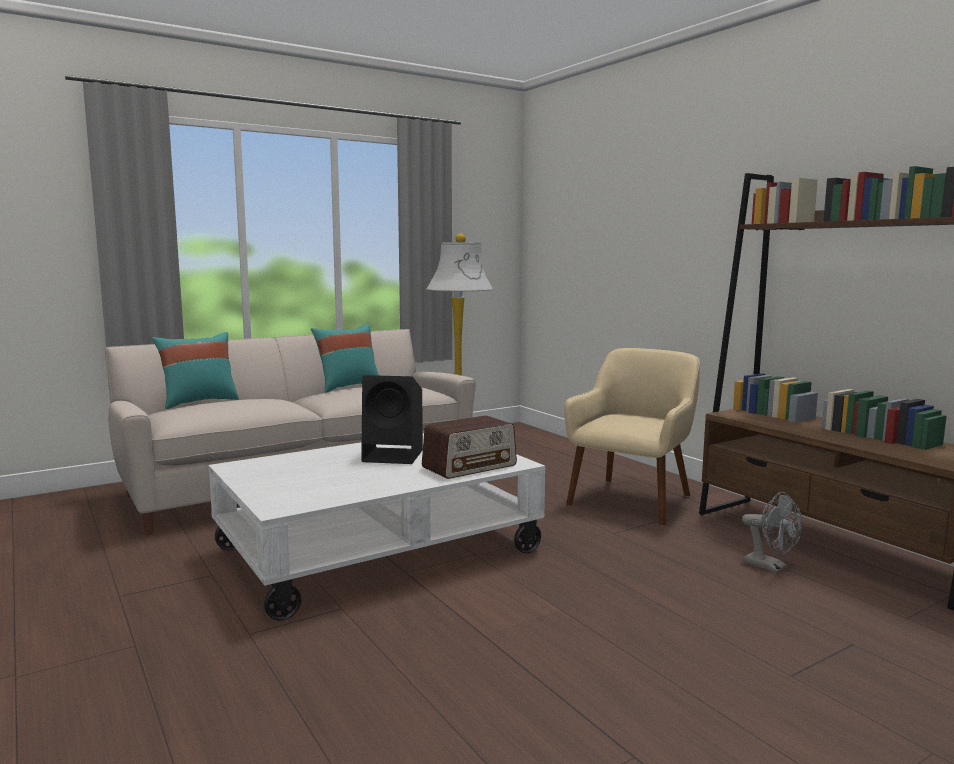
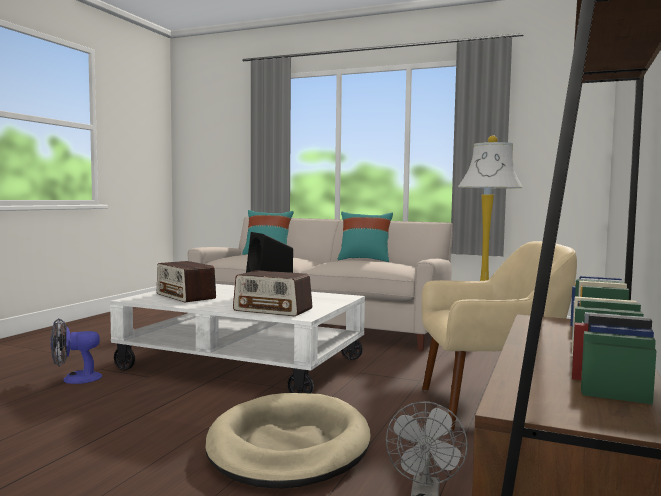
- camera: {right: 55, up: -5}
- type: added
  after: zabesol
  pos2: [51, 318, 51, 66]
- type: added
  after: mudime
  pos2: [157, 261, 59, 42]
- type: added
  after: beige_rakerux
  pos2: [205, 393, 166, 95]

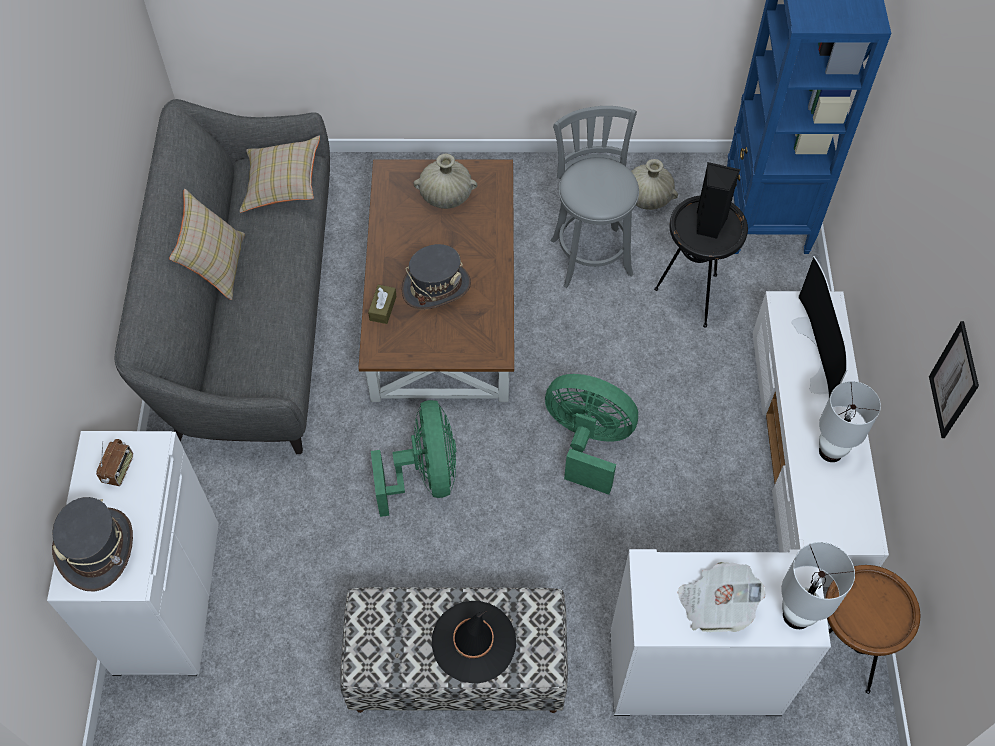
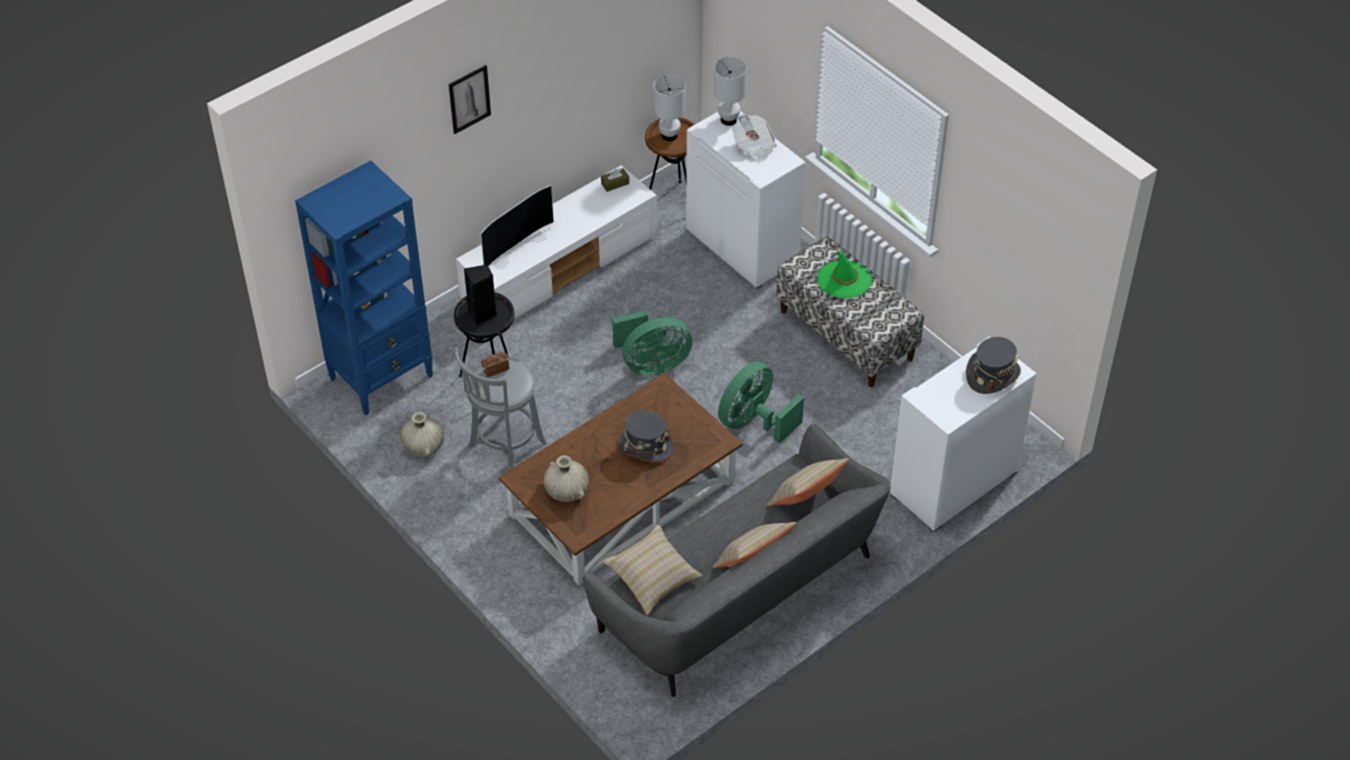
- camera: {right: -130, up: -10}
- type: added
  after: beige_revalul
  pos2: [767, 458, 82, 48]
- type: moved
  before: mudime
  pos1: [96, 439, 37, 47]
  pos2: [481, 352, 29, 25]
- type: moved
  before: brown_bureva
  pos1: [368, 285, 29, 39]
  pos2: [601, 168, 28, 24]
- type: moved
  before: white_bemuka
  pos1: [819, 381, 62, 81]
  pos2: [653, 75, 32, 66]
- type: moved
  before: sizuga
  pos1: [929, 321, 50, 117]
  pos2: [449, 65, 42, 69]
- type: recoloured
  before: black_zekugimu
  after: green_zekugimu
  pos1: [431, 601, 85, 83]
  pos2: [817, 250, 55, 48]
- type: turned
  before: green_zabesol
  pos1: [545, 374, 93, 121]
  pos2: [612, 310, 80, 65]
  turn: -90

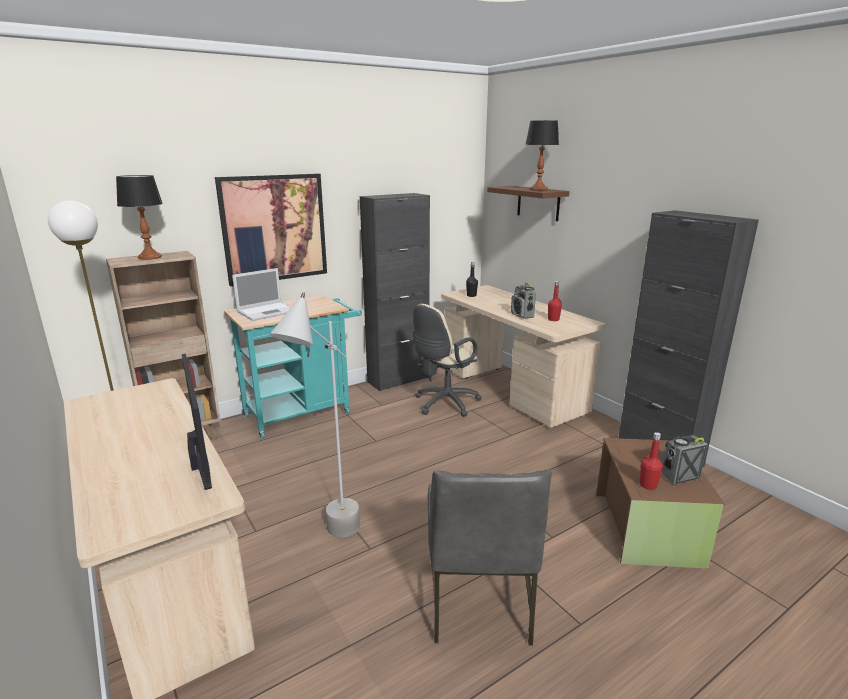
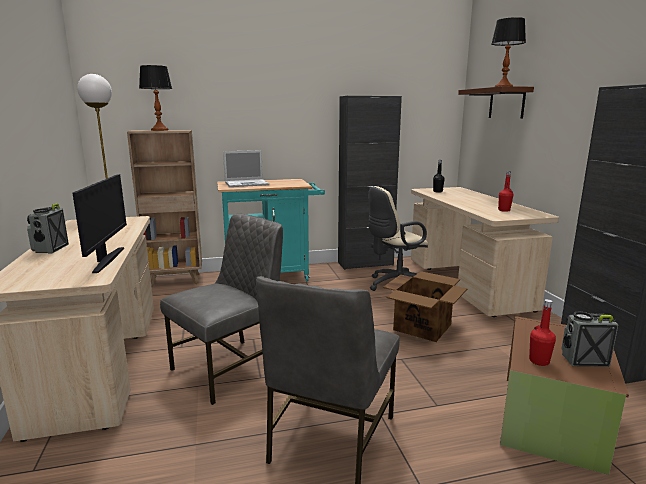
- camera: {right: 20, up: -5}
- type: removed
  before: sizuga
  pos1: [215, 173, 112, 113]
- type: added
  after: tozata
  pos2: [383, 271, 84, 71]
- type: moved
  before: mudime
  pos1: [511, 283, 25, 36]
  pos2: [27, 203, 42, 50]
- type: replaced
  before: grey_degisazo
  after: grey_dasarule
  pos1: [270, 292, 90, 246]
  pos2: [160, 213, 123, 192]

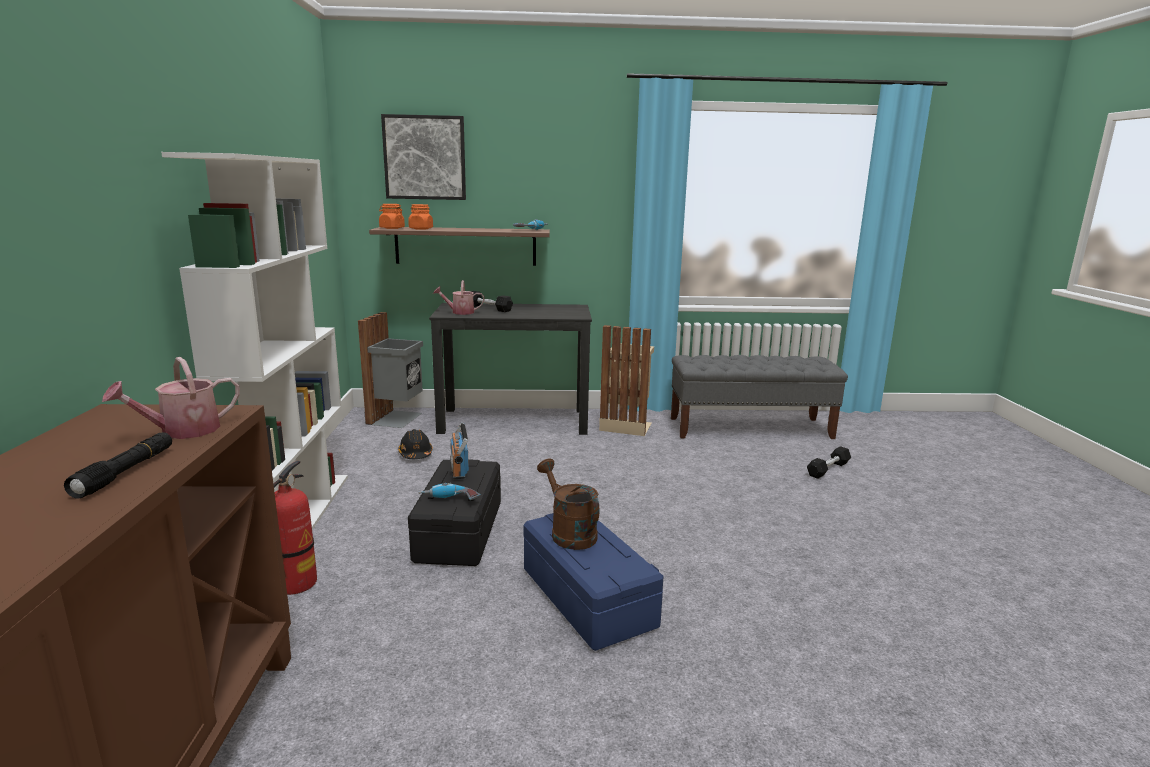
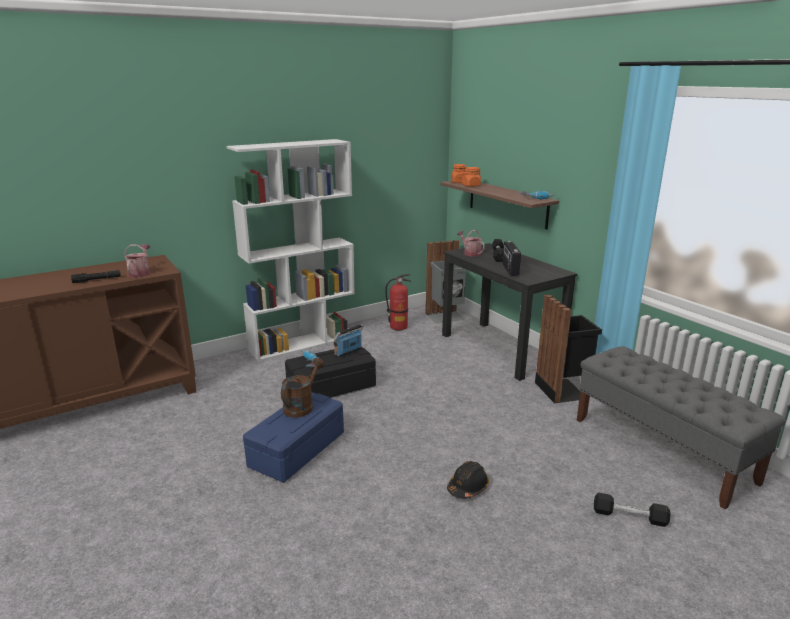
- camera: {right: 60, up: 5}
- type: removed
  before: sizuga
  pos1: [381, 114, 85, 86]
- type: added
  after: mudime
  pos2: [503, 241, 18, 35]
- type: moved
  before: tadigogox
  pos1: [273, 461, 44, 134]
  pos2: [385, 274, 26, 56]
- type: moved
  before: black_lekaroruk
  pos1: [398, 429, 35, 30]
  pos2: [447, 461, 42, 38]
- type: recoloured
  before: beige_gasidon
  after: black_gasidon
  pos1: [599, 325, 55, 111]
  pos2: [535, 295, 67, 109]
- type: turned
  before: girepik
  pos1: [102, 357, 138, 82]
  pos2: [124, 244, 26, 34]
  turn: 75

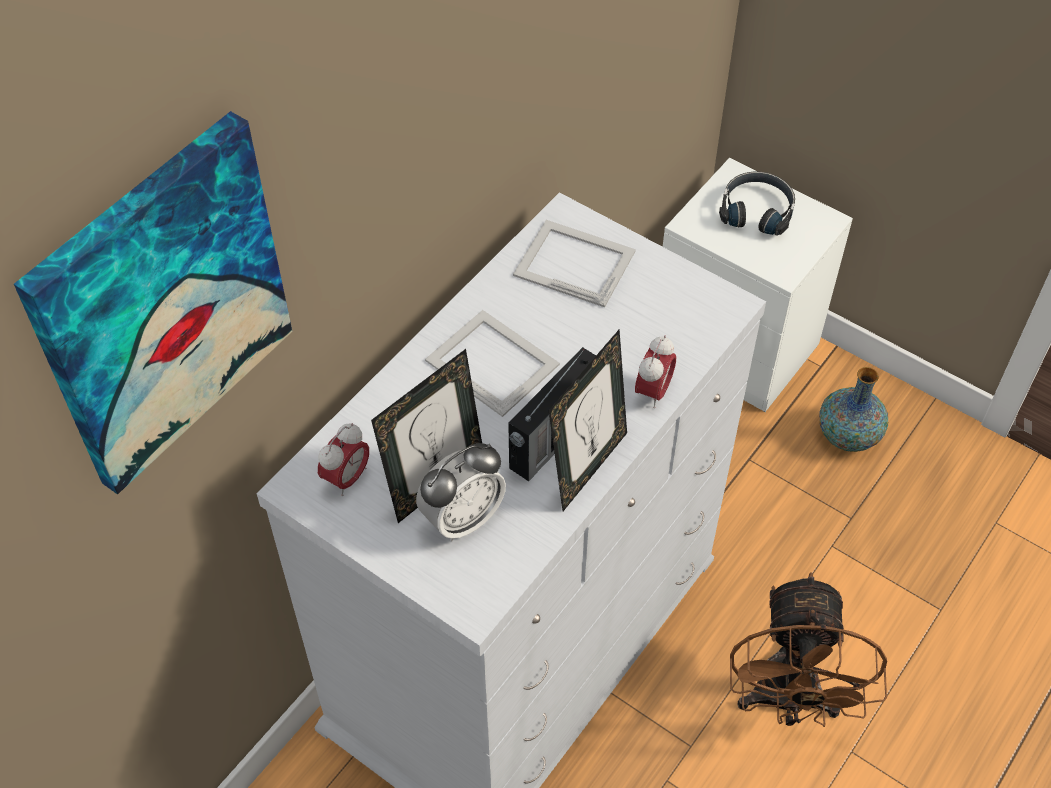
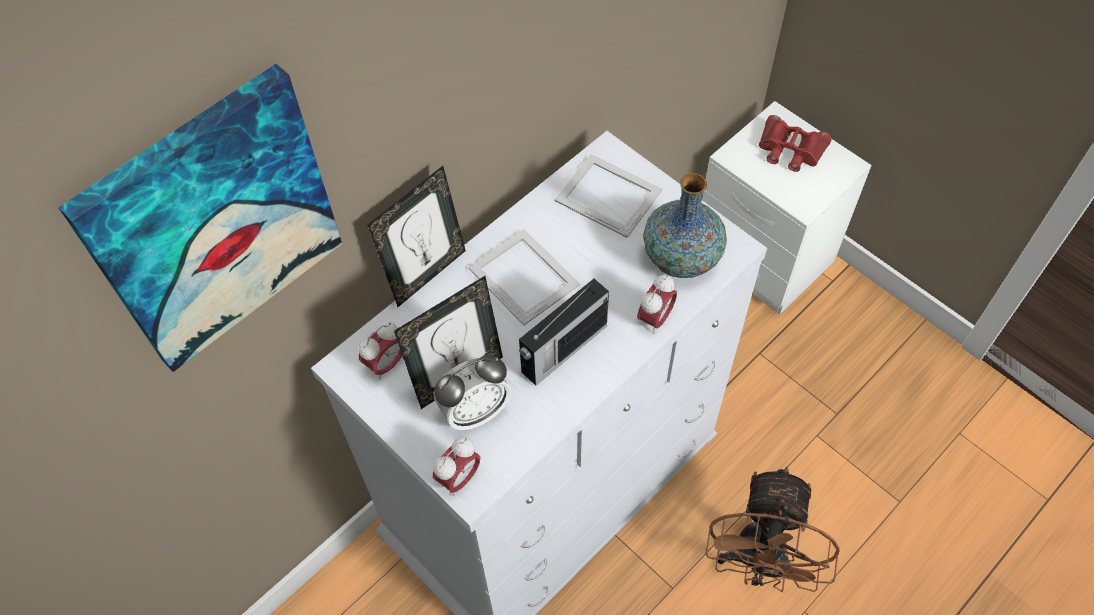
- camera: {right: 10, up: 5}
- type: added
  after: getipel
  pos2: [433, 437, 47, 59]
- type: moved
  before: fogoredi
  pos1: [549, 329, 78, 182]
  pos2: [367, 166, 99, 141]
- type: moved
  before: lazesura
  pos1: [819, 367, 69, 85]
  pos2: [643, 173, 84, 105]
- type: replaced
  before: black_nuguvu
  after: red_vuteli
  pos1: [719, 172, 76, 64]
  pos2: [759, 115, 73, 57]

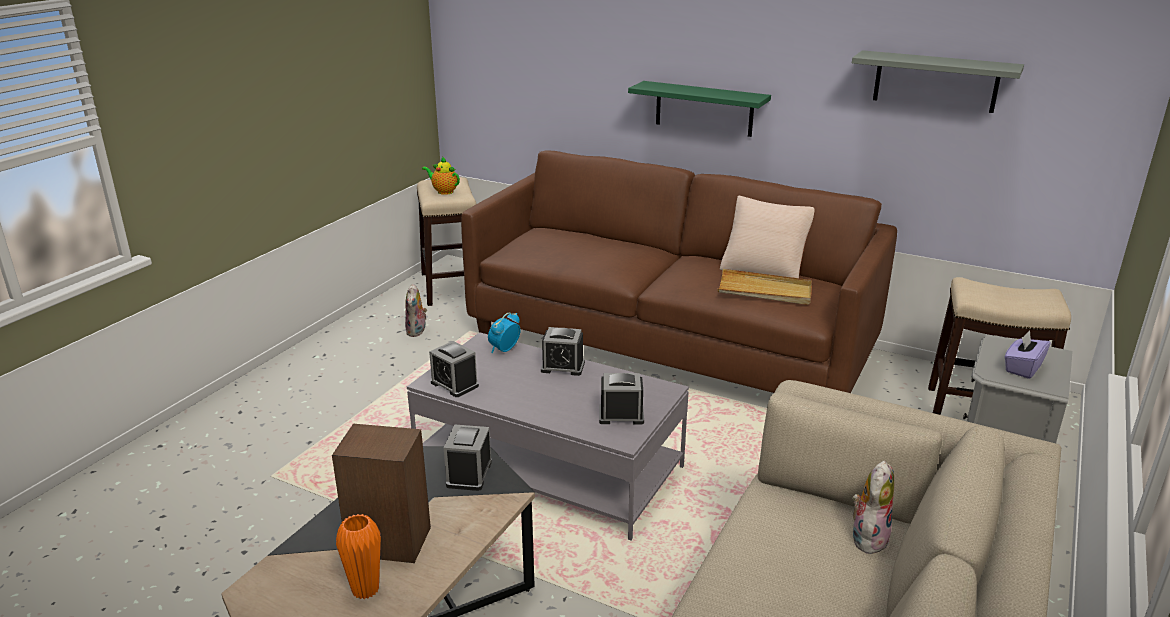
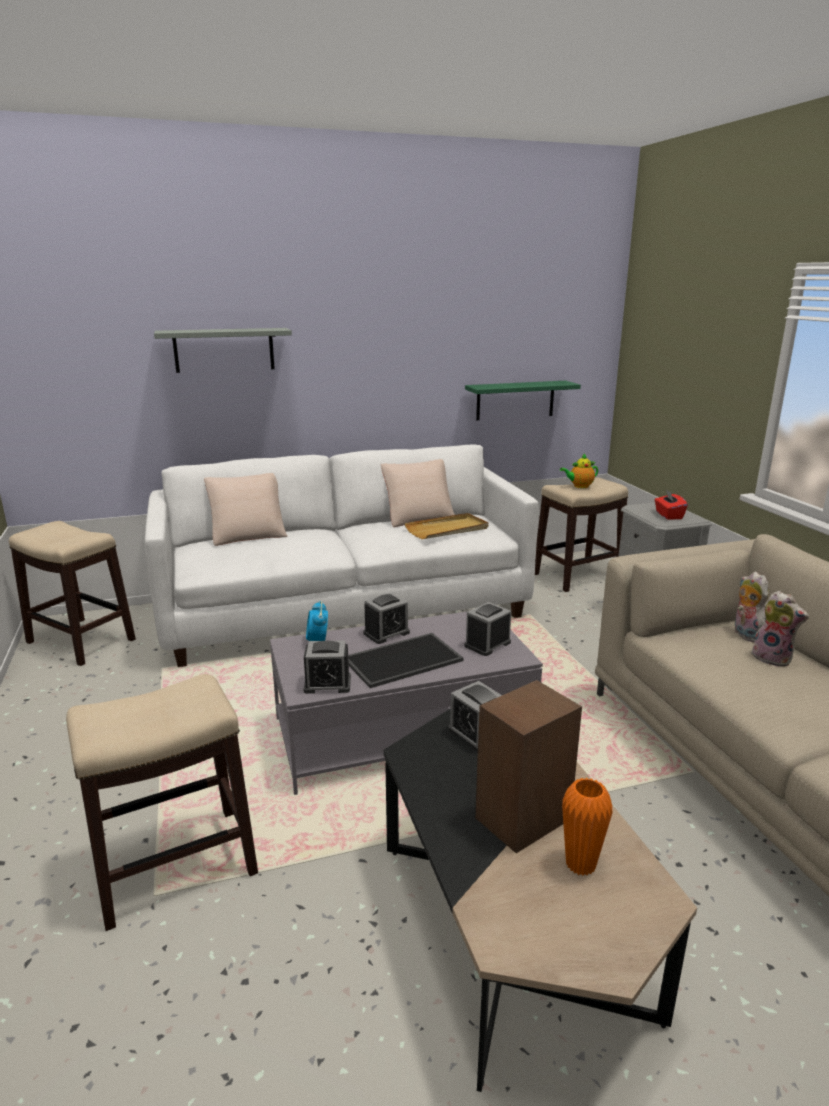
- camera: {right: -45, up: -5}
- type: added
  after: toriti
  pos2: [66, 674, 192, 257]
- type: added
  after: beige_revalul
  pos2: [204, 473, 84, 73]
- type: added
  after: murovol
  pos2: [348, 633, 116, 55]
- type: moved
  before: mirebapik
  pos1: [405, 284, 22, 53]
  pos2: [751, 591, 58, 76]
- type: moved
  before: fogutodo
  pos1: [422, 156, 38, 39]
  pos2: [560, 454, 38, 34]
- type: moved
  before: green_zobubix
  pos1: [628, 81, 143, 56]
  pos2: [465, 381, 116, 39]
- type: moved
  before: grey_zobubix
  pos1: [852, 50, 172, 63]
  pos2: [154, 328, 138, 45]
- type: recoloured
  before: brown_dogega
  after: white_dogega
  pos1: [461, 150, 436, 243]
  pos2: [145, 444, 394, 223]
- type: recoloured
  before: purple_bureva
  after: red_bureva
  pos1: [1005, 330, 45, 49]
  pos2: [654, 489, 34, 31]

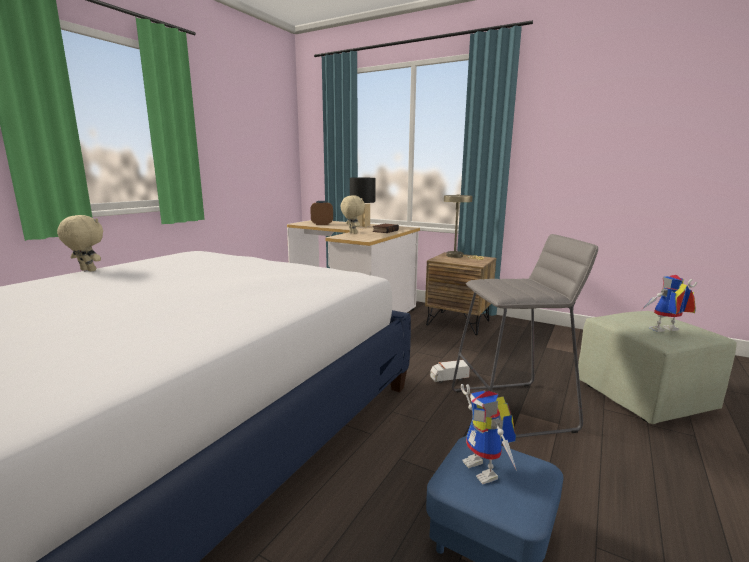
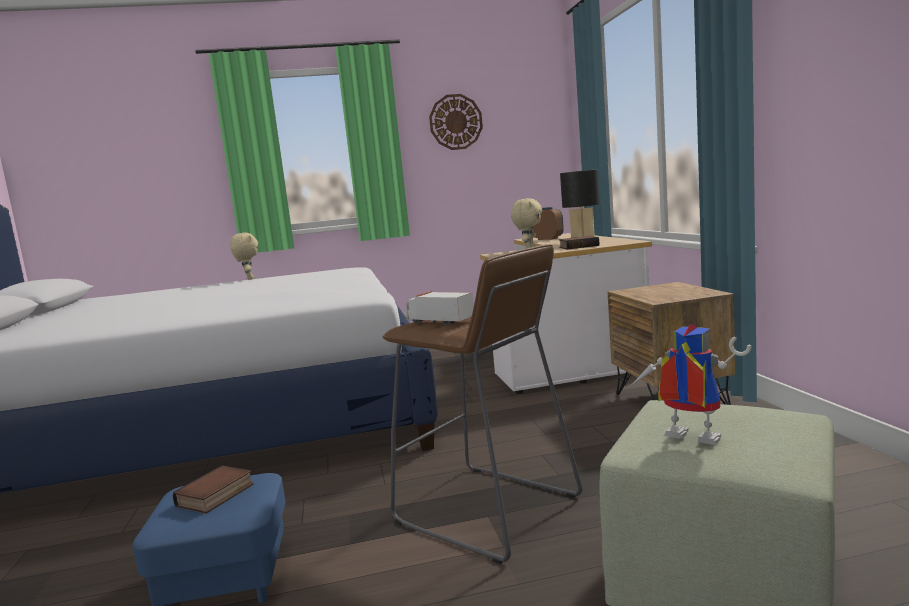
- camera: {right: 50, up: -5}
- type: removed
  before: beige_bemuka
  pos1: [444, 195, 40, 65]
- type: added
  after: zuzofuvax
  pos2: [429, 94, 54, 56]
- type: moved
  before: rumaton
  pos1: [430, 360, 40, 23]
  pos2: [406, 291, 68, 34]
- type: replaced
  before: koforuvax
  after: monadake
  pos1: [461, 384, 56, 101]
  pos2: [173, 466, 81, 48]
- type: recoloured
  before: grey_toriti
  after: brown_toriti
  pos1: [452, 234, 146, 204]
  pos2: [382, 244, 200, 320]

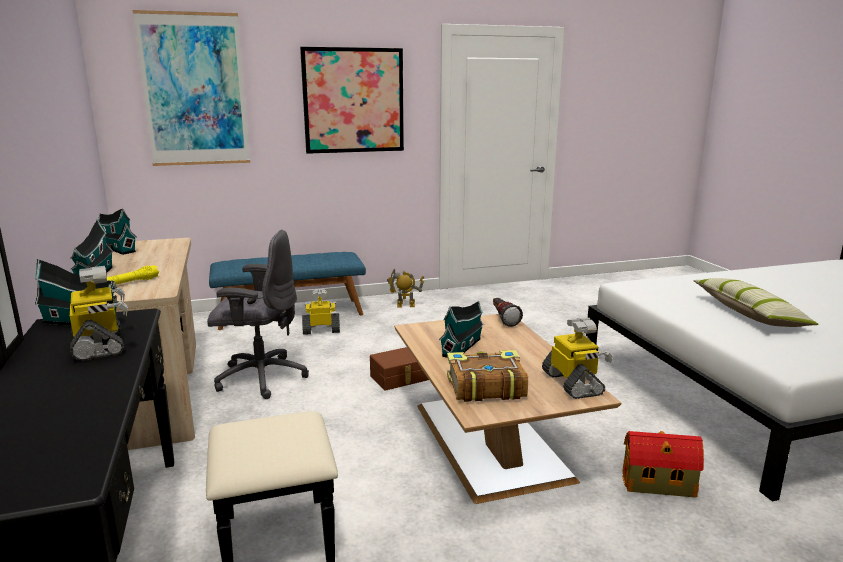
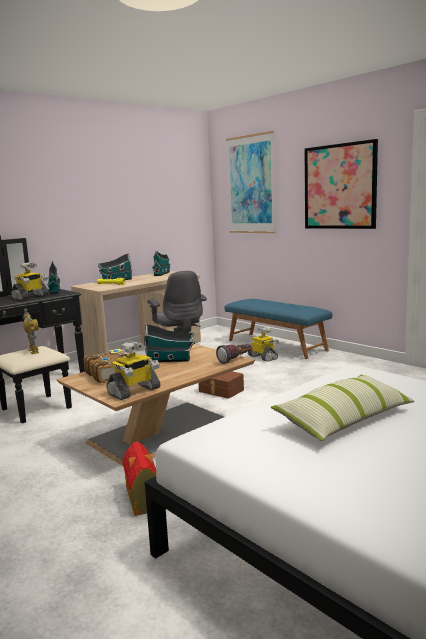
- camera: {right: 65, up: -5}
- type: moved
  before: koforuvax
  pos1: [387, 269, 38, 39]
  pos2: [23, 308, 16, 46]

